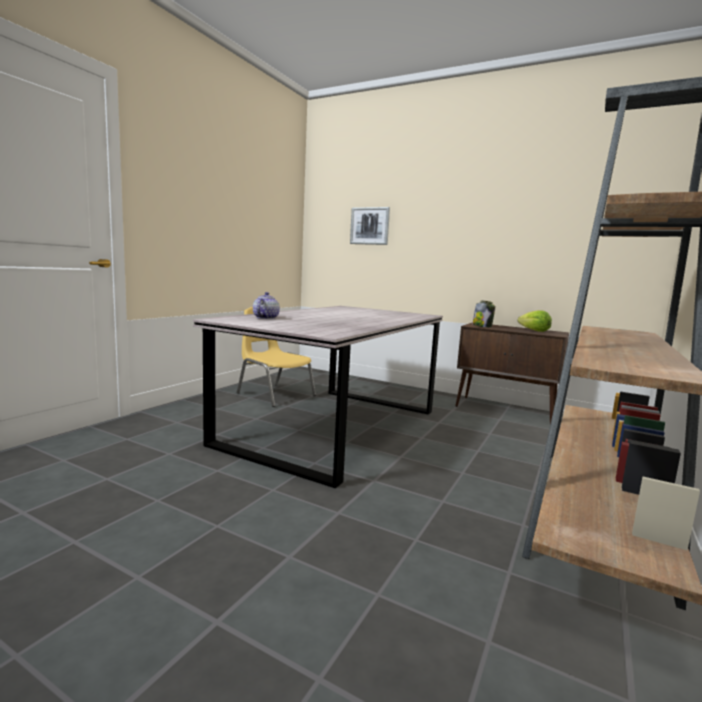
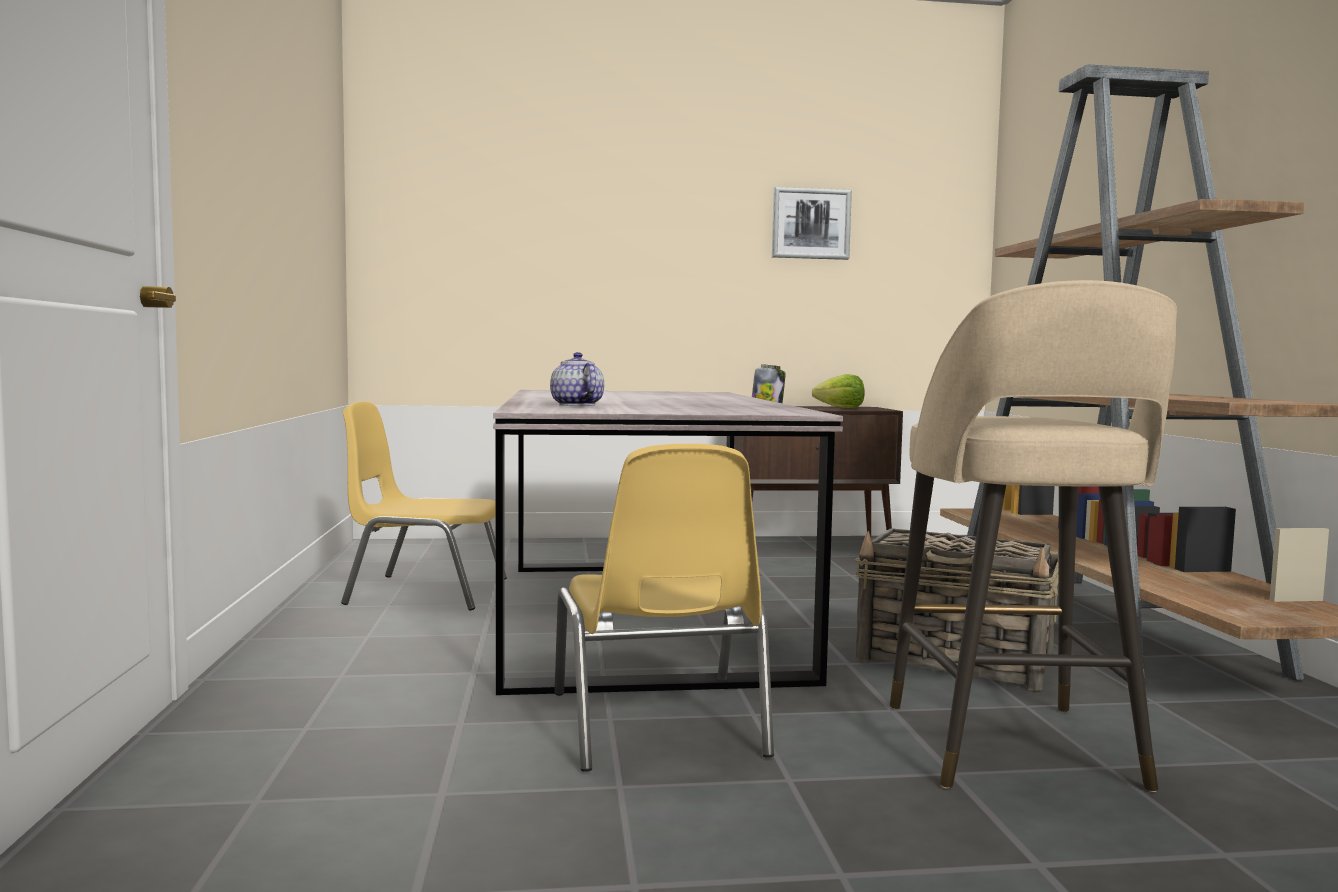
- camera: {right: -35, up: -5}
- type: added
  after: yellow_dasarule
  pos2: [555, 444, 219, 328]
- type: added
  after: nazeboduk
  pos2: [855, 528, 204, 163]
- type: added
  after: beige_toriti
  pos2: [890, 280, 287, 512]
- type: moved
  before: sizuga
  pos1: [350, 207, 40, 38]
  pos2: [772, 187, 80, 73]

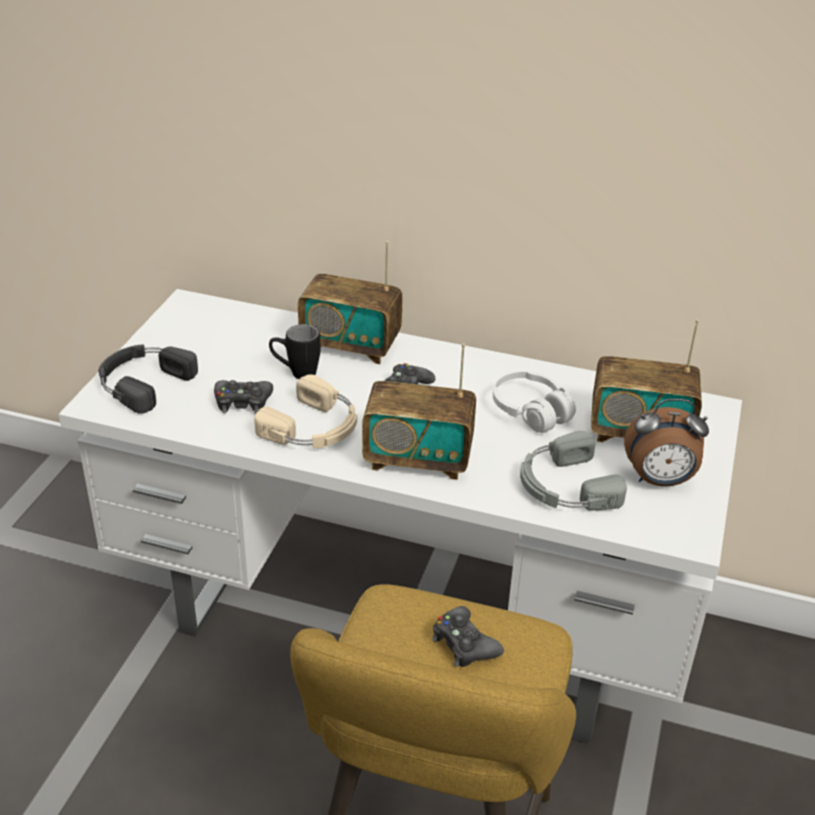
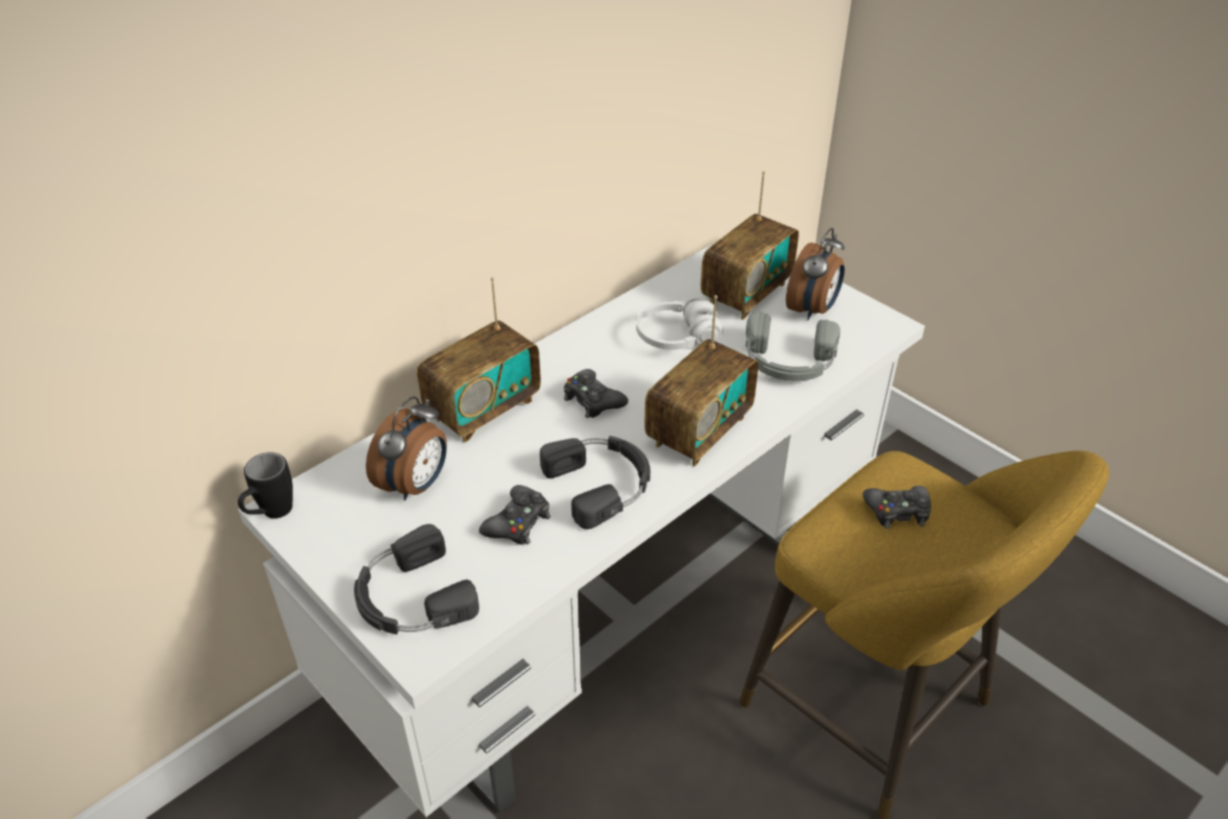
- camera: {right: -60, up: 5}
- type: added
  after: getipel
  pos2: [366, 396, 81, 105]
- type: moved
  before: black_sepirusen
  pos1: [269, 324, 52, 55]
  pos2: [238, 452, 55, 66]
- type: recoloured
  before: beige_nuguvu
  after: black_nuguvu
  pos1: [254, 374, 103, 75]
  pos2: [540, 436, 110, 93]

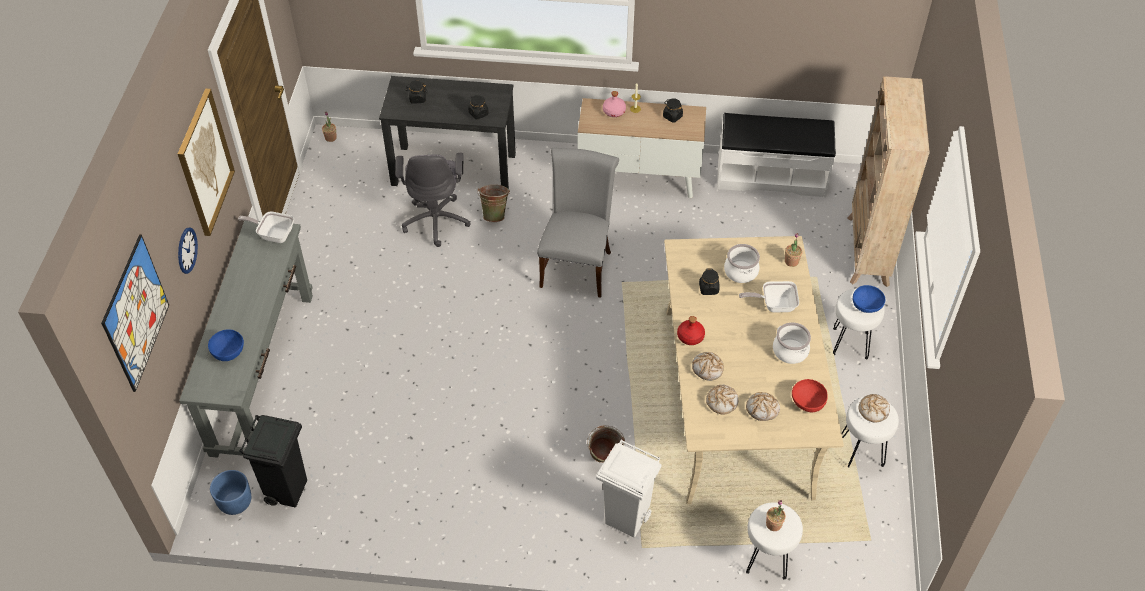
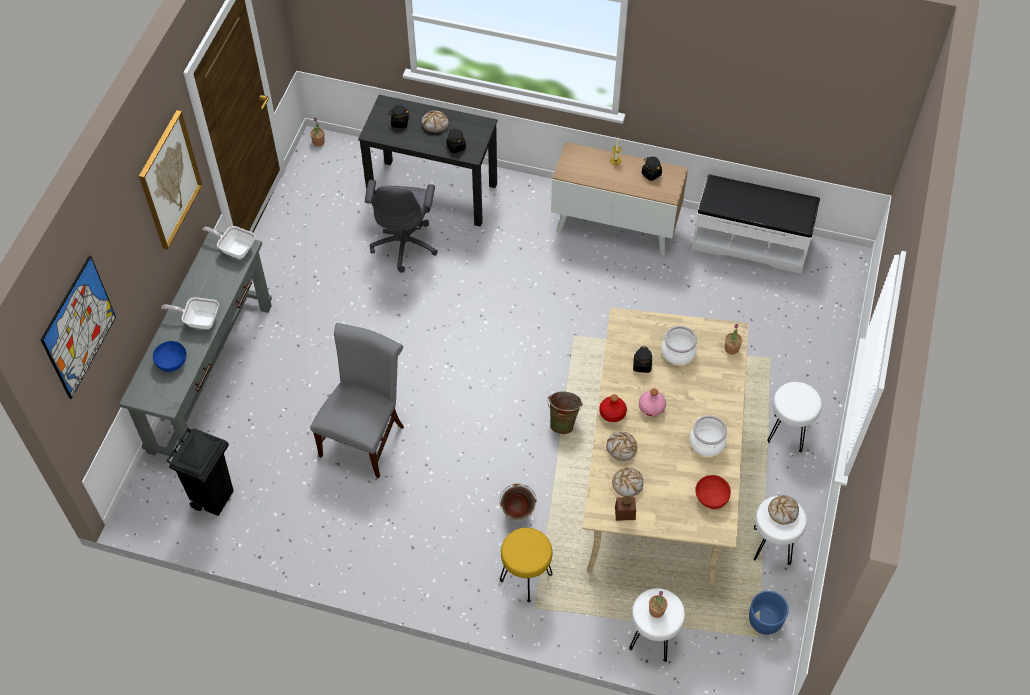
- camera: {right: 10, up: 5}
- type: removed
  before: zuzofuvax
  pos1: [178, 227, 20, 47]
- type: removed
  before: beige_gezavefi
  pos1: [847, 76, 83, 211]
- type: removed
  before: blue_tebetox
  pos1: [853, 285, 32, 28]
- type: added
  after: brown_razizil
  pos2: [615, 496, 21, 25]
- type: moved
  before: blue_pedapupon
  pos1: [210, 470, 41, 45]
  pos2: [749, 591, 40, 44]
- type: moved
  before: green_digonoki
  pos1: [478, 185, 32, 37]
  pos2: [547, 391, 36, 43]
- type: moved
  before: grey_dasarule
  pos1: [537, 148, 82, 150]
  pos2: [310, 323, 94, 155]
- type: moved
  before: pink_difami
  pos1: [603, 91, 23, 26]
  pos2: [639, 389, 27, 27]
- type: moved
  before: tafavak
  pos1: [739, 281, 60, 31]
  pos2: [161, 297, 58, 32]
- type: moved
  before: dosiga
  pos1: [746, 392, 34, 29]
  pos2: [421, 110, 28, 23]
- type: replaced
  before: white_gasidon
  after: yellow_toriti
  pos1: [596, 440, 65, 98]
  pos2: [500, 528, 52, 74]

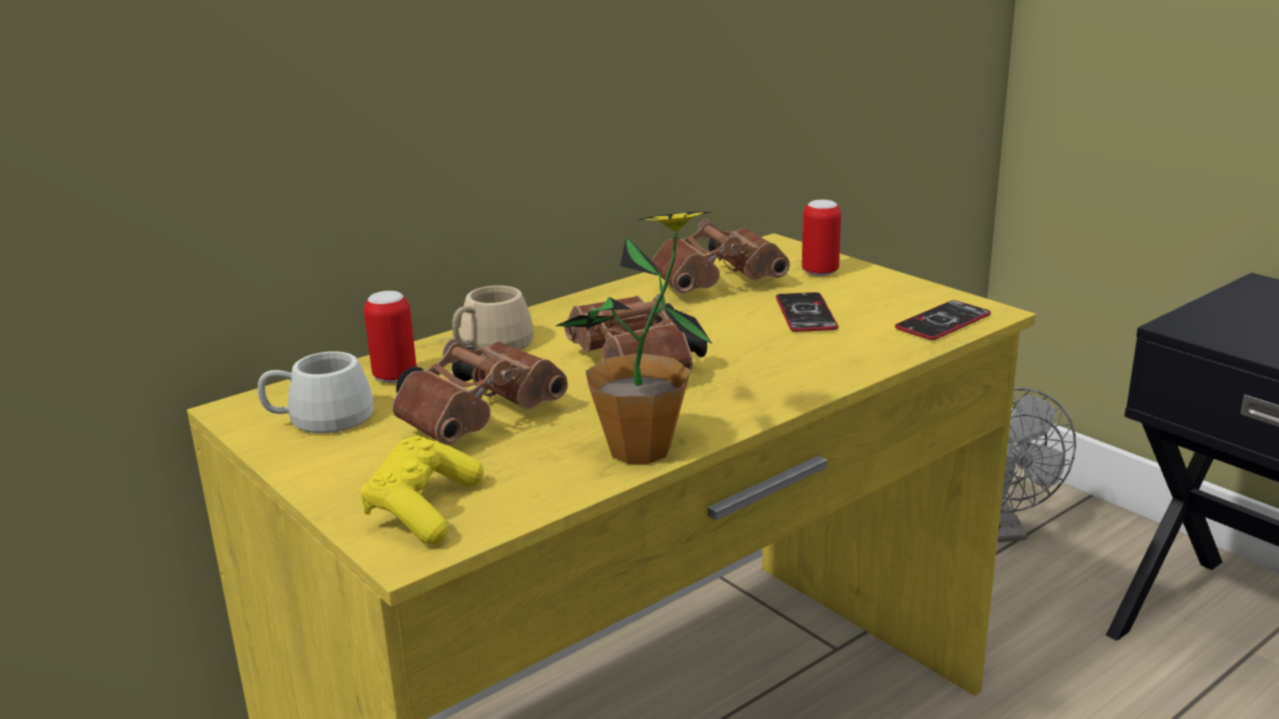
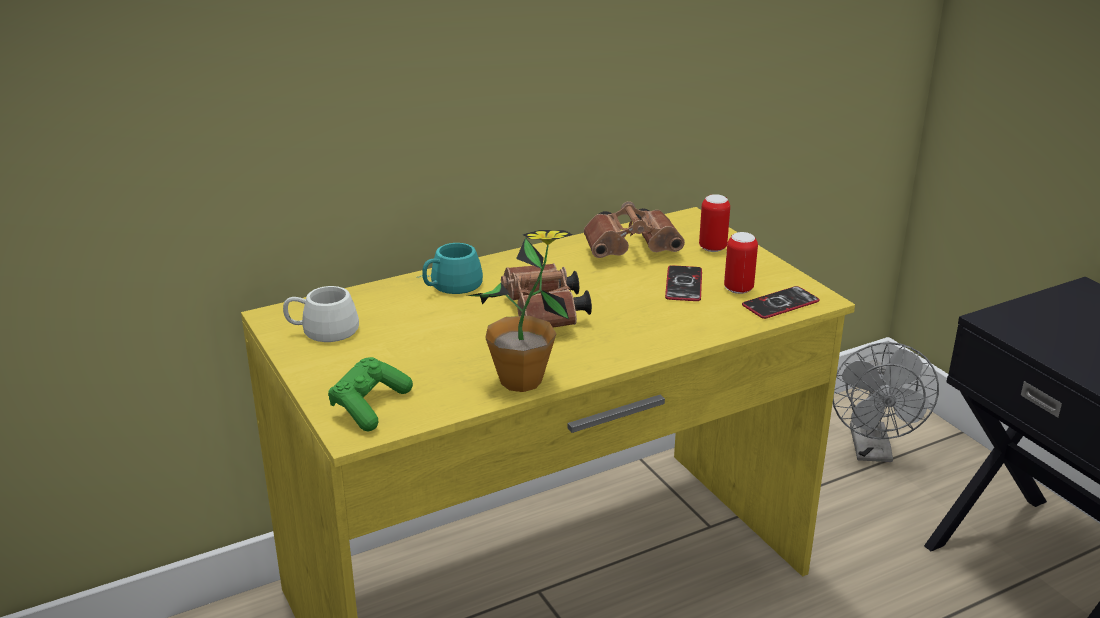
- camera: {right: 10, up: 5}
- type: removed
  before: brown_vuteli
  pos1: [392, 339, 176, 106]
- type: moved
  before: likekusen
  pos1: [364, 291, 53, 92]
  pos2: [724, 232, 34, 62]
- type: recoloured
  before: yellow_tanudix
  after: green_tanudix
  pos1: [361, 436, 123, 109]
  pos2: [328, 357, 85, 74]
- type: recoloured
  before: beige_sepirusen
  after: turquoise_sepirusen
  pos1: [438, 285, 96, 65]
  pos2: [417, 243, 66, 51]

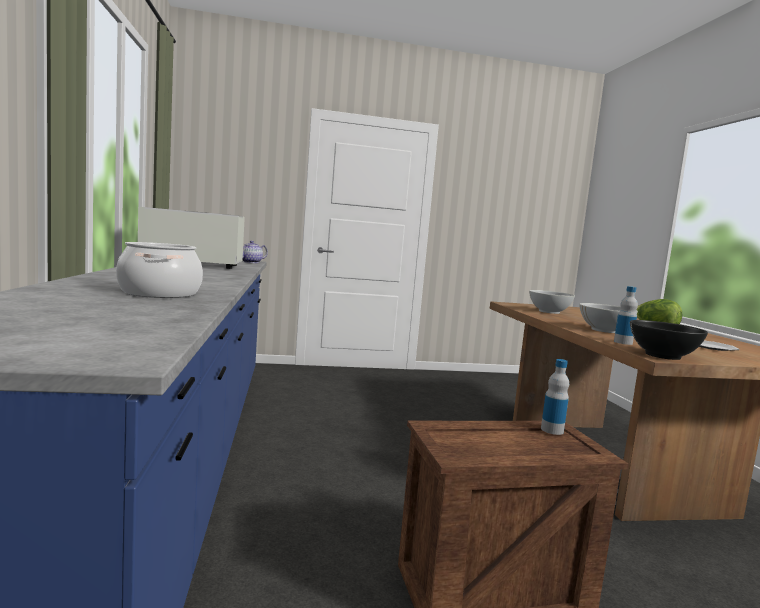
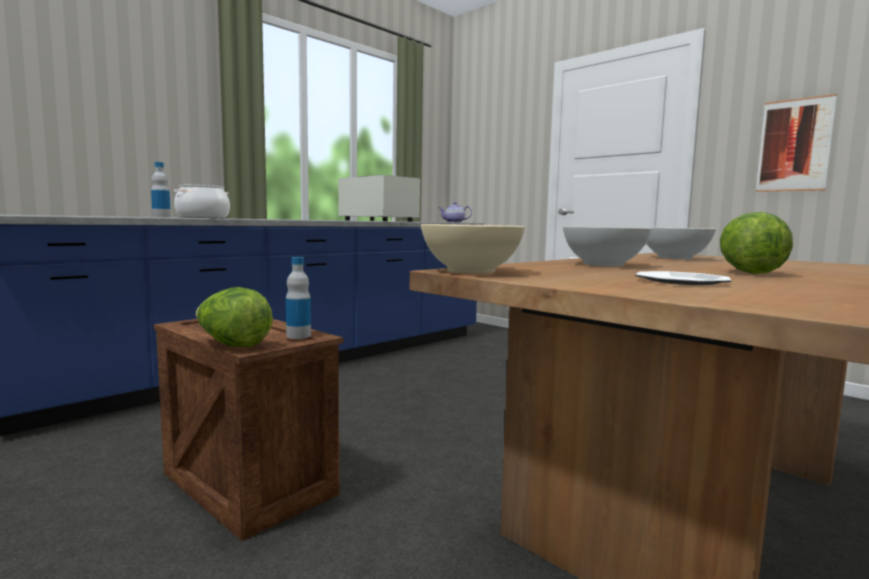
- camera: {right: 55, up: 0}
- type: added
  after: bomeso
  pos2: [196, 287, 77, 60]
- type: added
  after: sizuga
  pos2: [756, 94, 81, 98]
- type: moved
  before: difami
  pos1: [614, 286, 24, 59]
  pos2: [151, 162, 20, 56]
- type: recoloured
  before: black_tebetox
  after: beige_tebetox
  pos1: [630, 320, 78, 40]
  pos2: [421, 224, 104, 50]

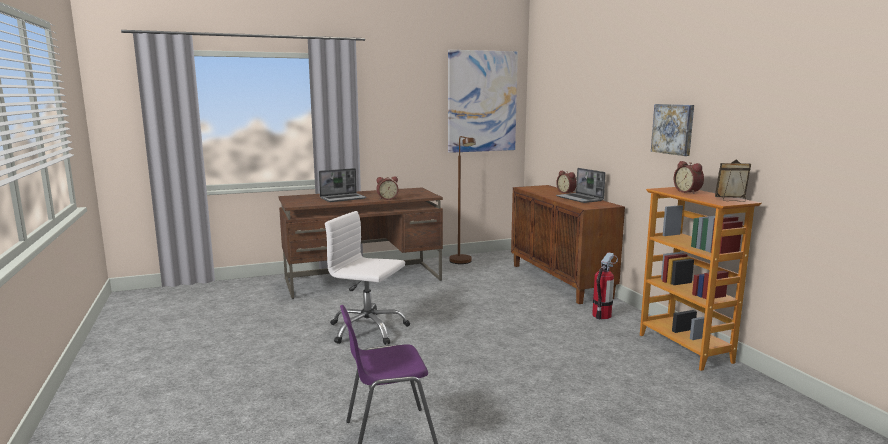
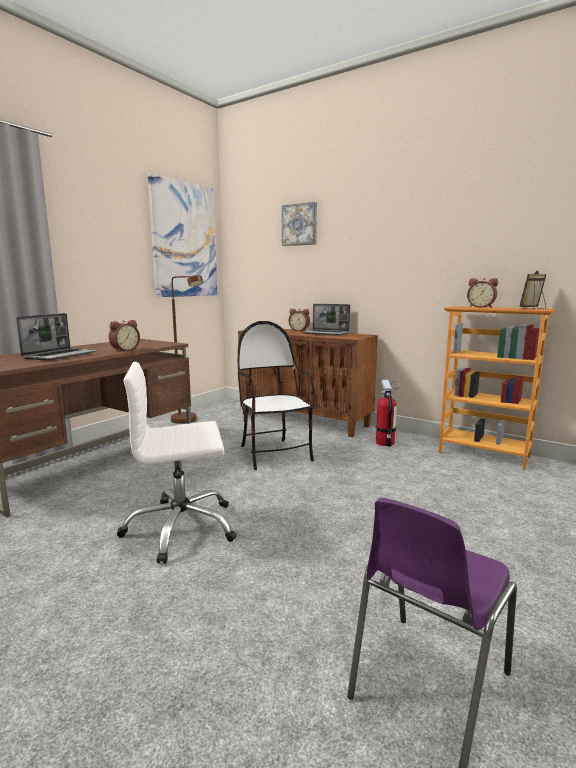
- camera: {right: -35, up: 0}
- type: added
  after: dasarule
  pos2: [238, 321, 77, 149]
- type: moved
  before: sizuga
  pos1: [651, 104, 43, 52]
  pos2: [282, 202, 35, 44]

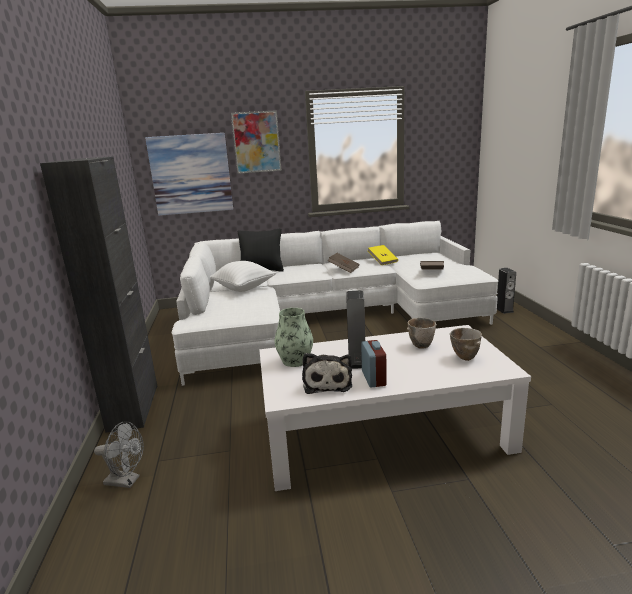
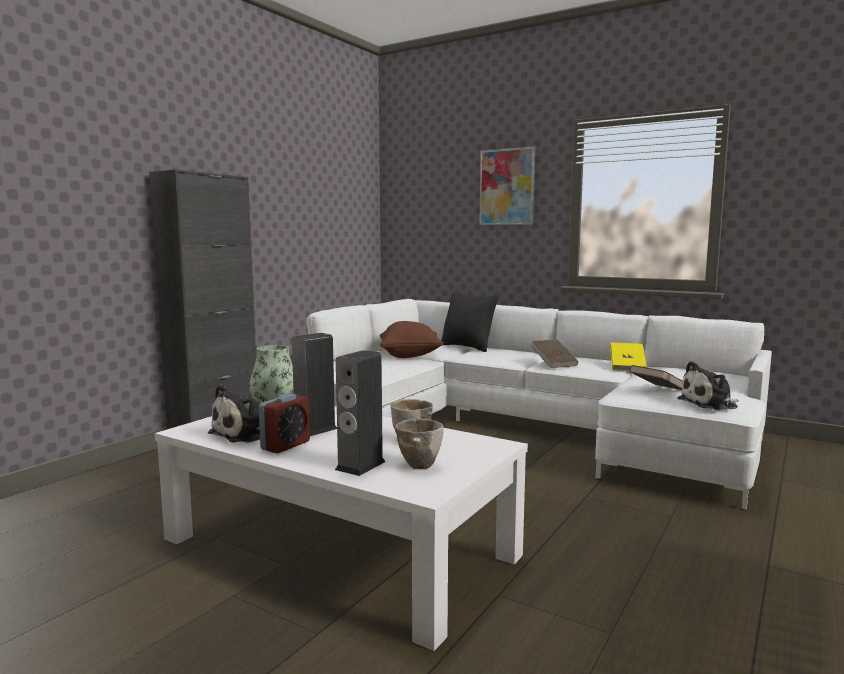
- camera: {right: 40, up: -10}
- type: removed
  before: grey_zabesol
  pos1: [94, 421, 50, 67]
- type: removed
  before: sizuga
  pos1: [145, 133, 88, 83]
- type: added
  after: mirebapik
  pos2: [677, 361, 61, 49]
- type: moved
  before: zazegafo
  pos1: [497, 268, 19, 46]
  pos2: [335, 350, 51, 126]
- type: recoloured
  before: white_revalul
  after: brown_revalul
  pos1: [210, 261, 66, 31]
  pos2: [380, 321, 63, 37]

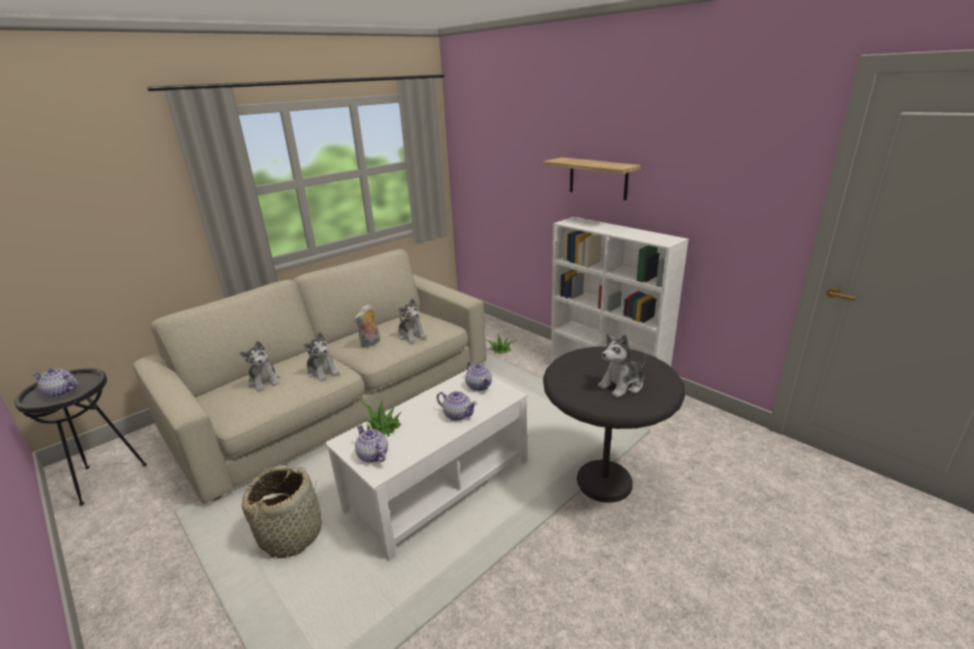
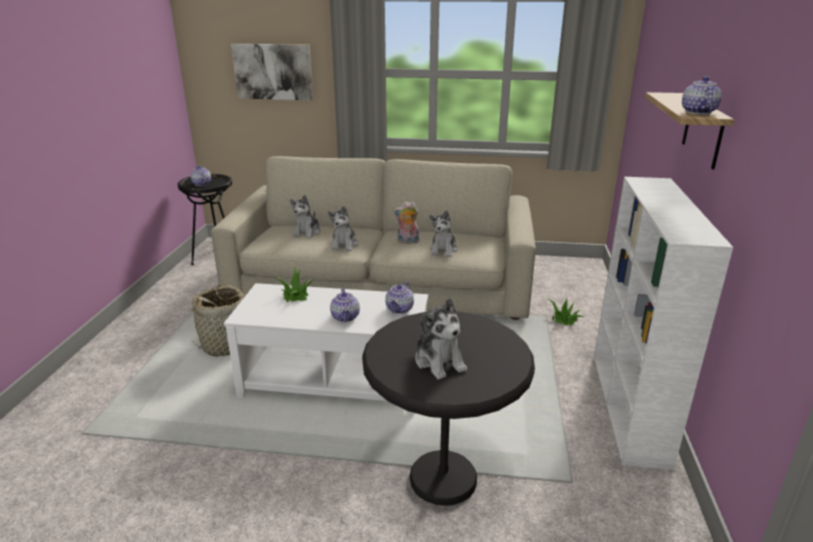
- camera: {right: 50, up: 0}
- type: added
  after: sizuga
  pos2: [231, 44, 82, 56]
- type: moved
  before: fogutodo
  pos1: [355, 425, 33, 38]
  pos2: [682, 76, 40, 38]
- type: turned
  before: mirebapik
  pos1: [598, 334, 48, 64]
  pos2: [415, 298, 52, 82]
  turn: -135

